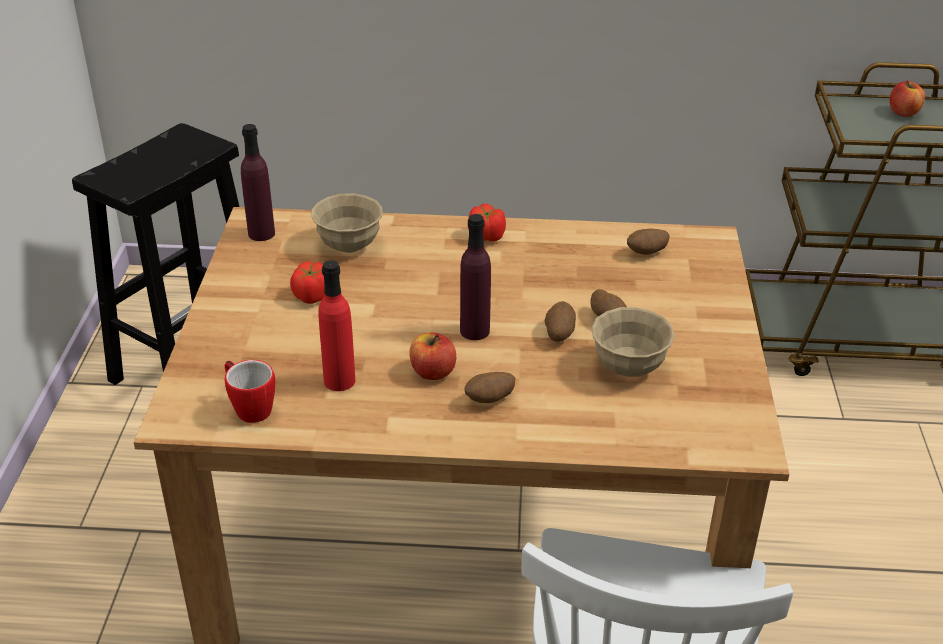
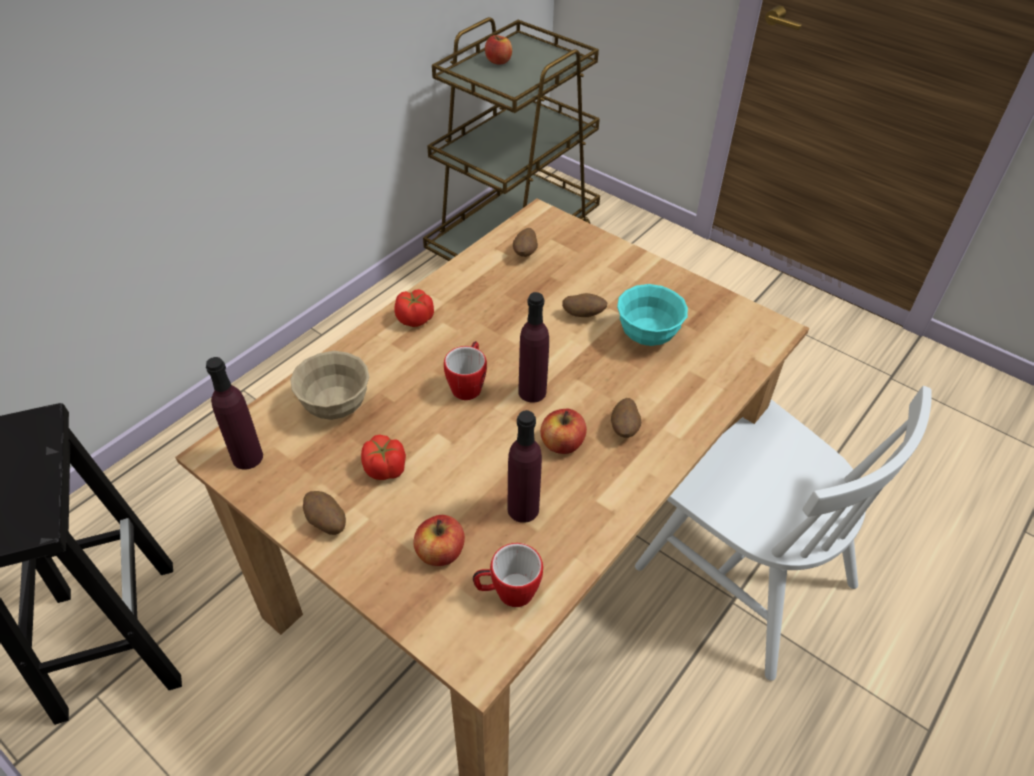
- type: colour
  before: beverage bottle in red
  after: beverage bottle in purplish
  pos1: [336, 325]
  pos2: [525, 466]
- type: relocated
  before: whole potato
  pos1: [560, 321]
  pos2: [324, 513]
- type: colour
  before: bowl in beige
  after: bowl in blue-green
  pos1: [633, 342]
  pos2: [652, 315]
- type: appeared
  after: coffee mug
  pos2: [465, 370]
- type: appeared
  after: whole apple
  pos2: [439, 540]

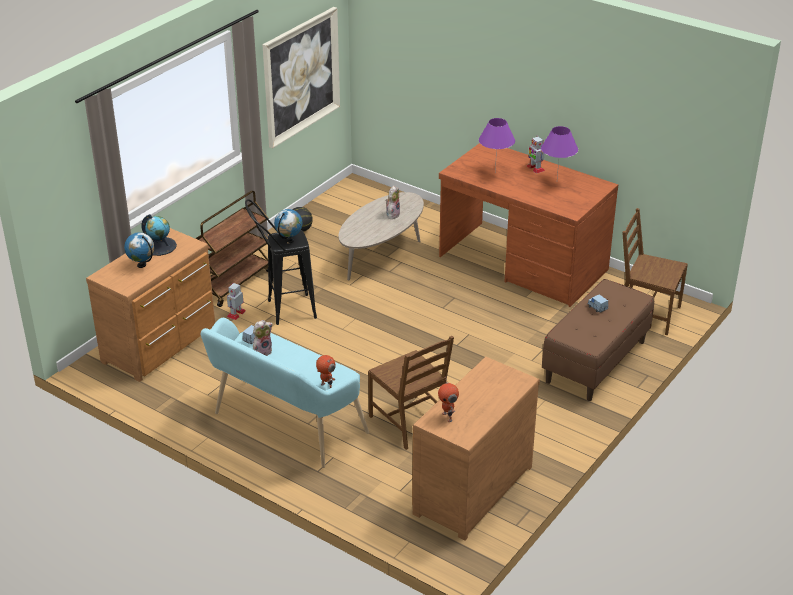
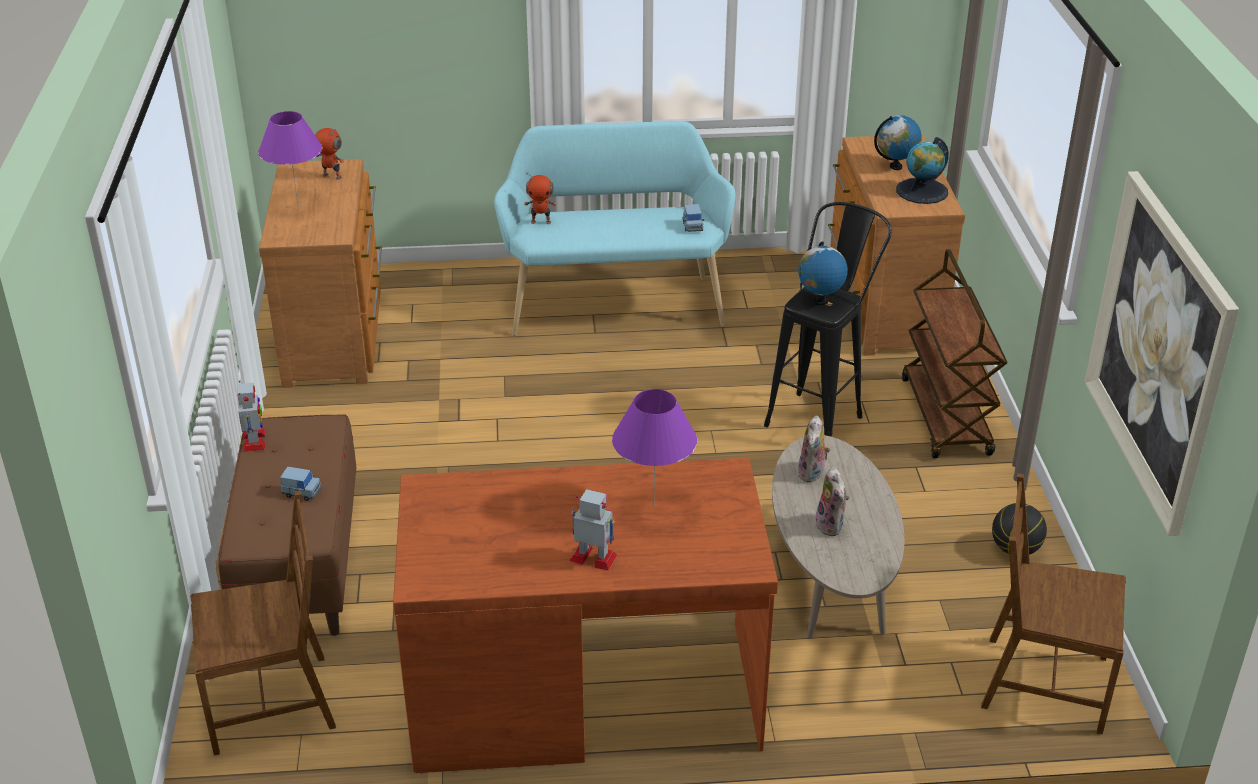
- type: relocated
  before: lamp for a table in purplish
  pos1: [559, 152]
  pos2: [290, 159]
- type: relocated
  before: toy robot
  pos1: [236, 301]
  pos2: [251, 416]
- type: relocated
  before: plush toy
  pos1: [263, 338]
  pos2: [814, 449]
- type: relocated
  before: chair in brown-coloured
  pos1: [411, 393]
  pos2: [1053, 604]

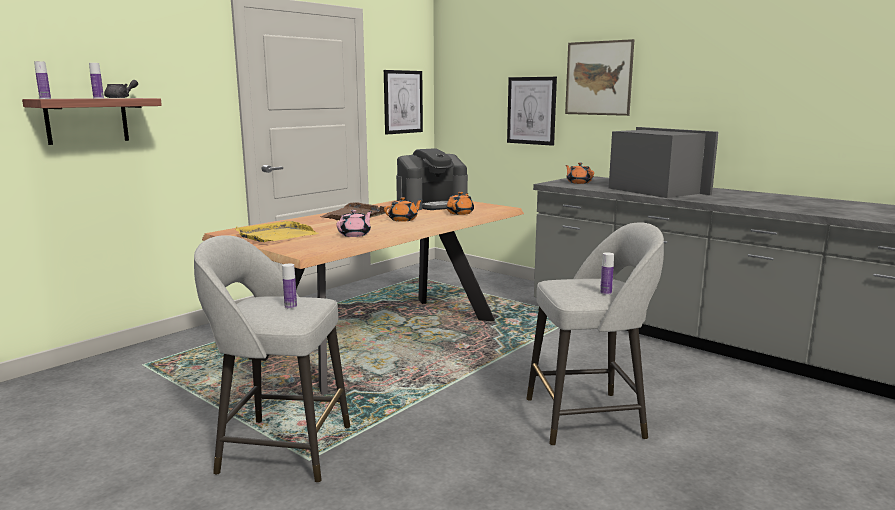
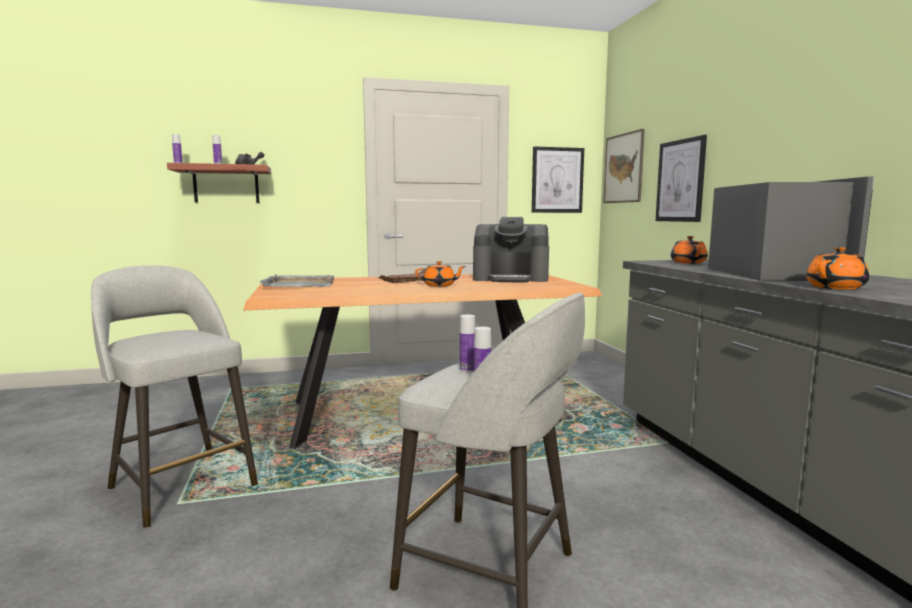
- type: relocated
  before: picture
  pos1: [599, 77]
  pos2: [624, 166]
- type: relocated
  before: pot for tea in orangey
  pos1: [460, 203]
  pos2: [837, 268]
- type: missing
  before: pot for tea in pink
  pos1: [354, 223]
- type: colour
  before: tray in yellowish
  after: tray in greyish
  pos1: [276, 231]
  pos2: [296, 280]
- type: relocated
  before: beverage bottle
  pos1: [289, 286]
  pos2: [467, 343]

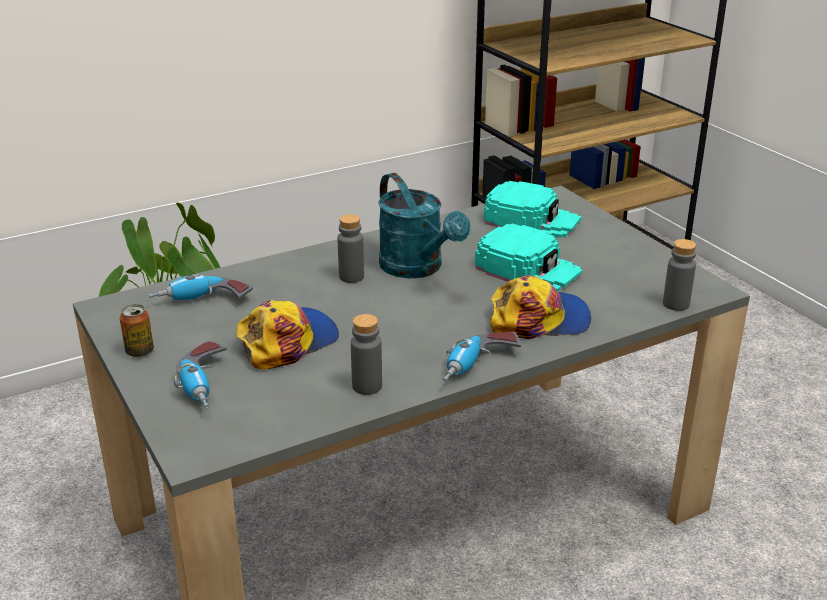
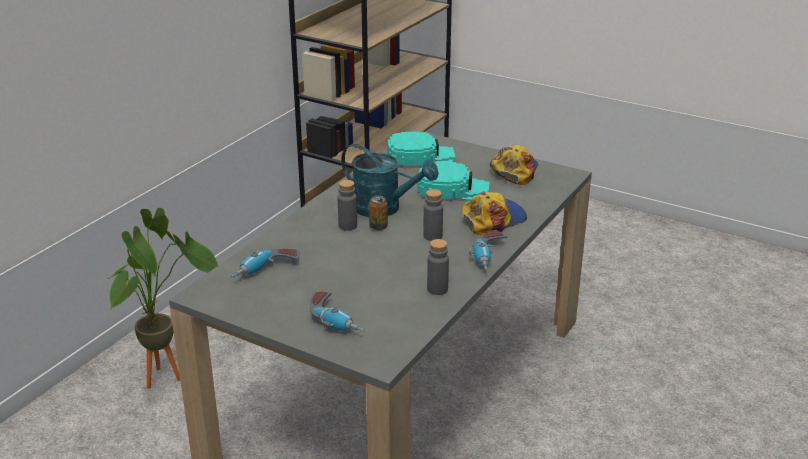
- type: relocated
  before: beverage bottle in greyish
  pos1: [679, 275]
  pos2: [433, 215]
- type: relocated
  before: cap
  pos1: [287, 335]
  pos2: [514, 165]
- type: relocated
  before: sealed can
  pos1: [137, 330]
  pos2: [378, 212]

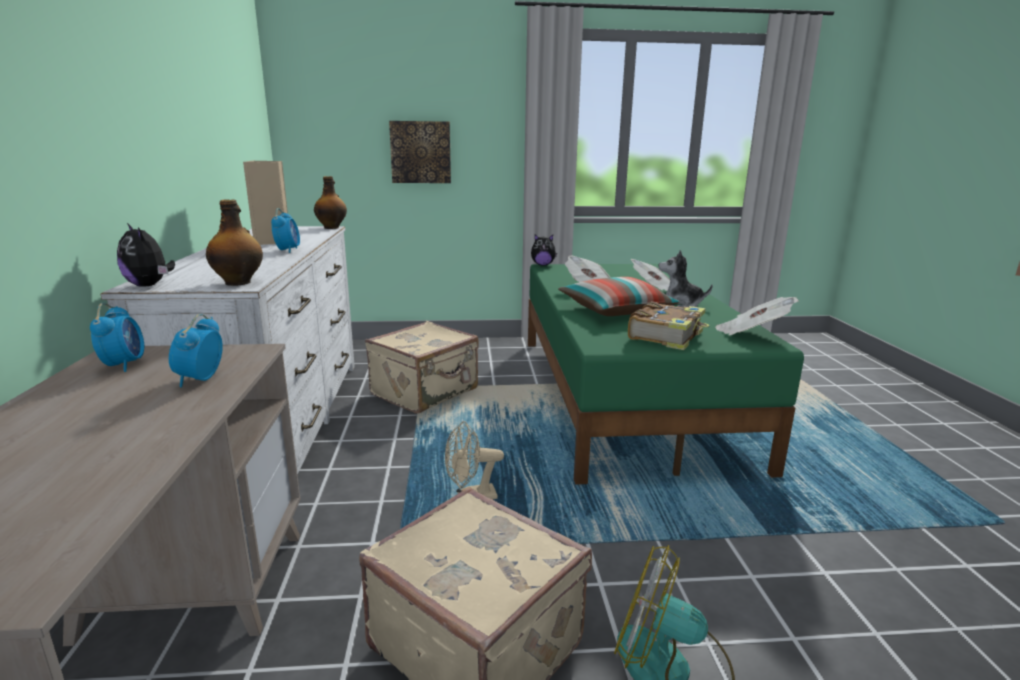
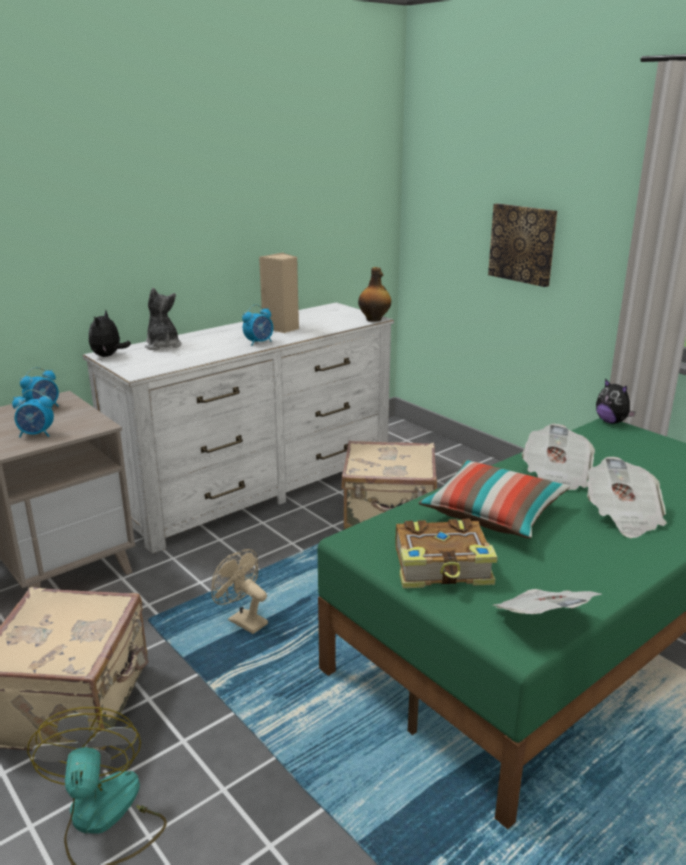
- type: missing
  before: beverage bottle
  pos1: [234, 242]
- type: relocated
  before: plush toy
  pos1: [686, 278]
  pos2: [163, 319]
- type: spun
  before: table clock
  pos1: [196, 350]
  pos2: [33, 413]
  turn: -150

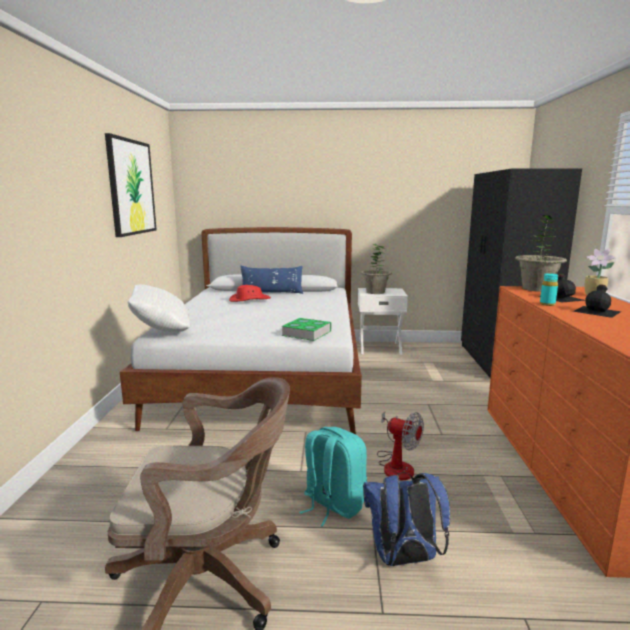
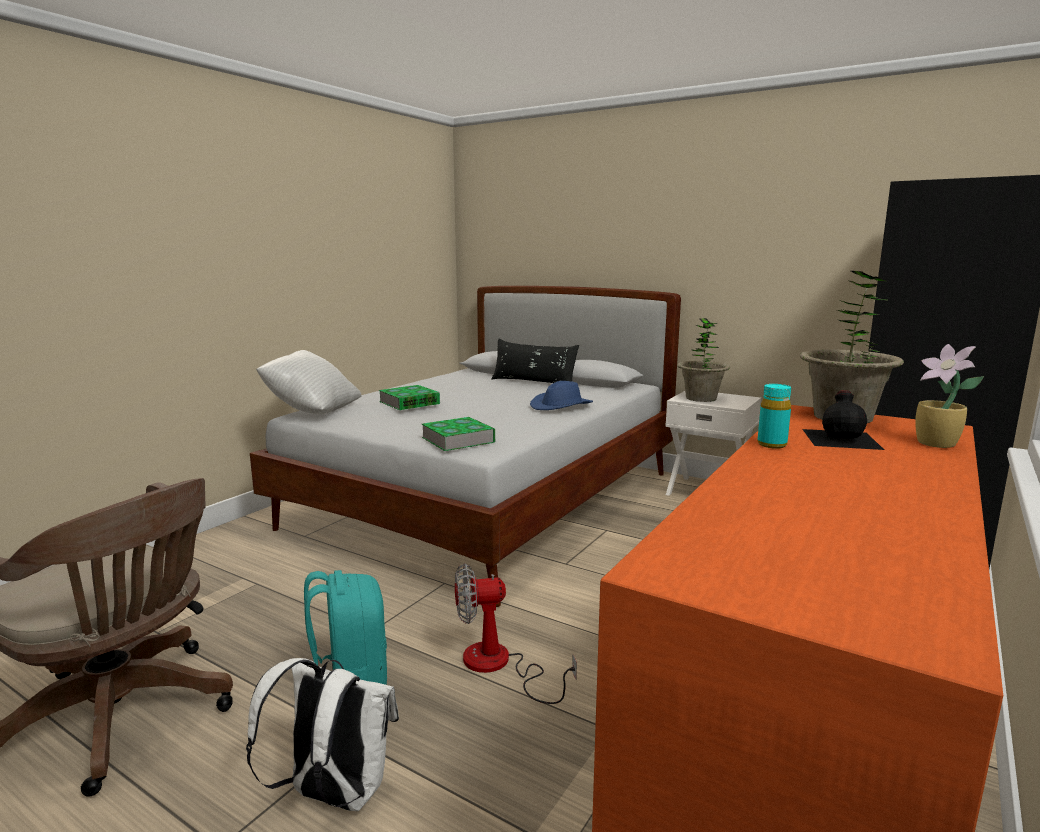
- type: missing
  before: picture
  pos1: [131, 185]
- type: colour
  before: pillow in blue
  after: pillow in black
  pos1: [272, 280]
  pos2: [535, 360]
- type: missing
  before: beverage bottle in black
  pos1: [596, 301]
- type: missing
  before: hat in red
  pos1: [250, 293]
- type: spun
  before: cooling fan
  pos1: [400, 446]
  pos2: [516, 633]
  turn: 105
- type: colour
  before: backpack in blue
  after: backpack in white
  pos1: [406, 519]
  pos2: [322, 734]
- type: appeared
  after: hat in blue
  pos2: [561, 395]
- type: appeared
  after: book
  pos2: [409, 397]

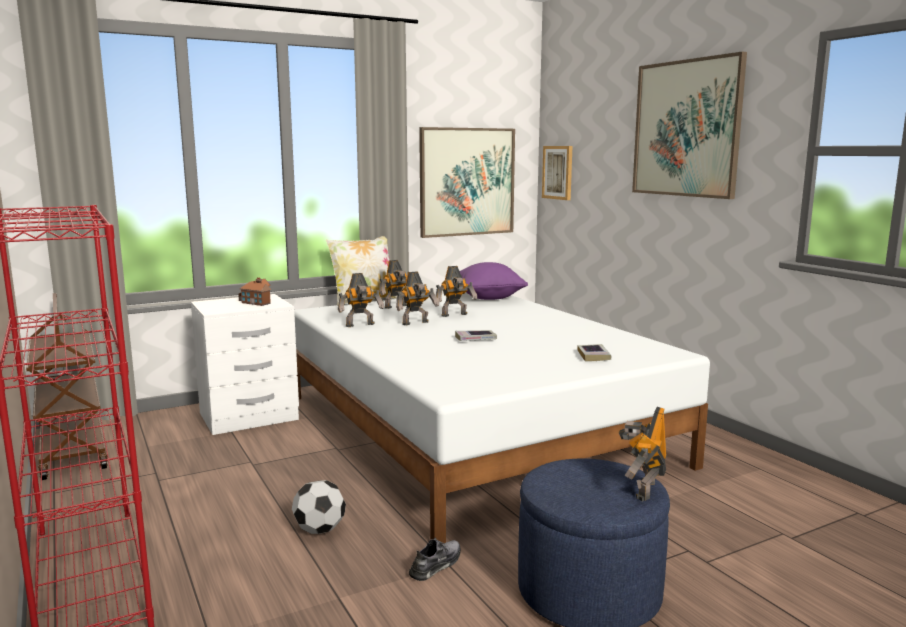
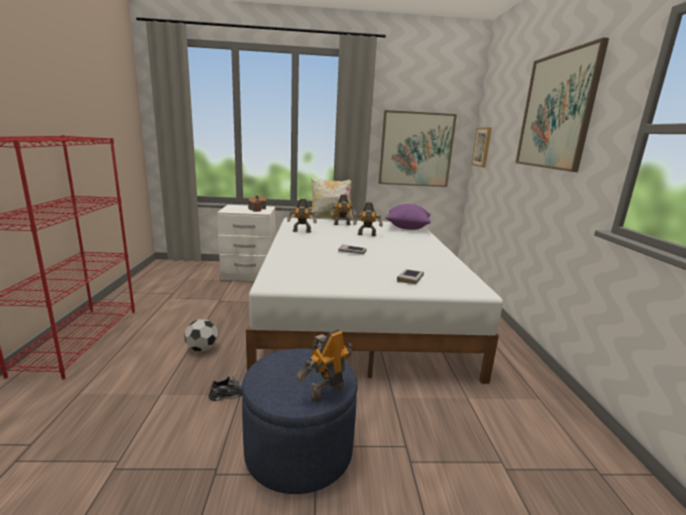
- type: missing
  before: toy robot
  pos1: [417, 298]
- type: missing
  before: trolley in brown-coloured
  pos1: [67, 386]

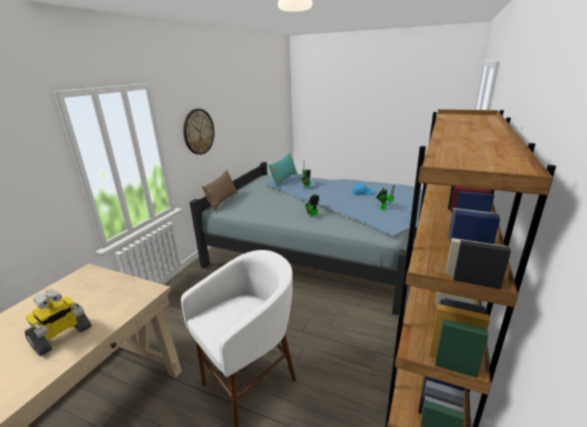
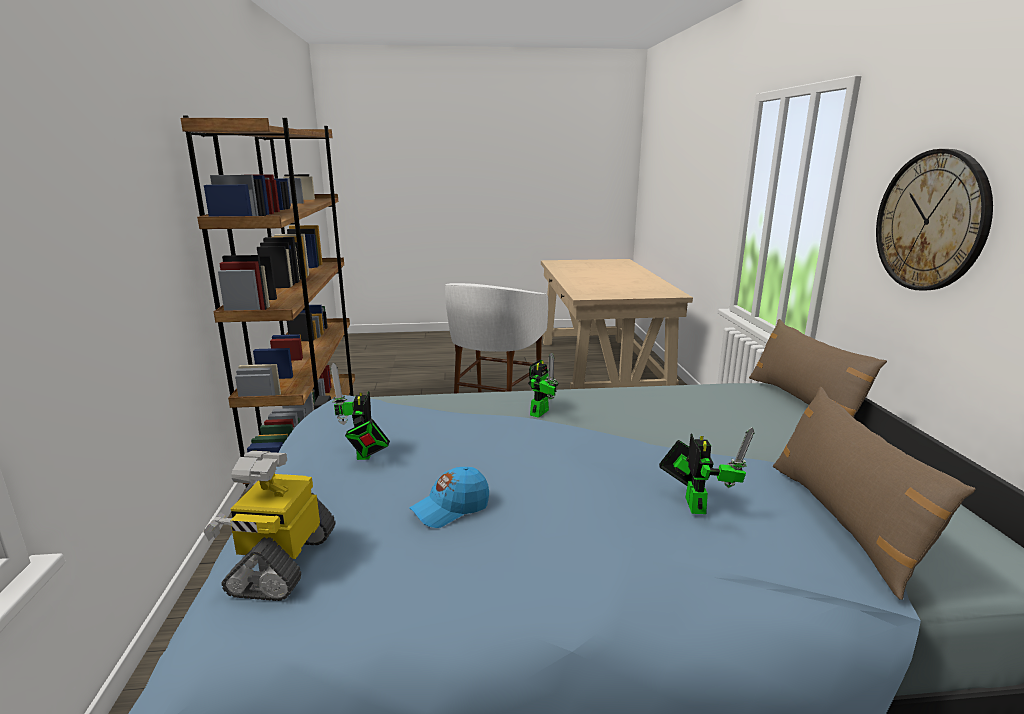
- type: colour
  before: pillow in blue-green
  after: pillow in brown-coloured
  pos1: [283, 170]
  pos2: [874, 493]
- type: relocated
  before: toy robot
  pos1: [58, 322]
  pos2: [270, 526]

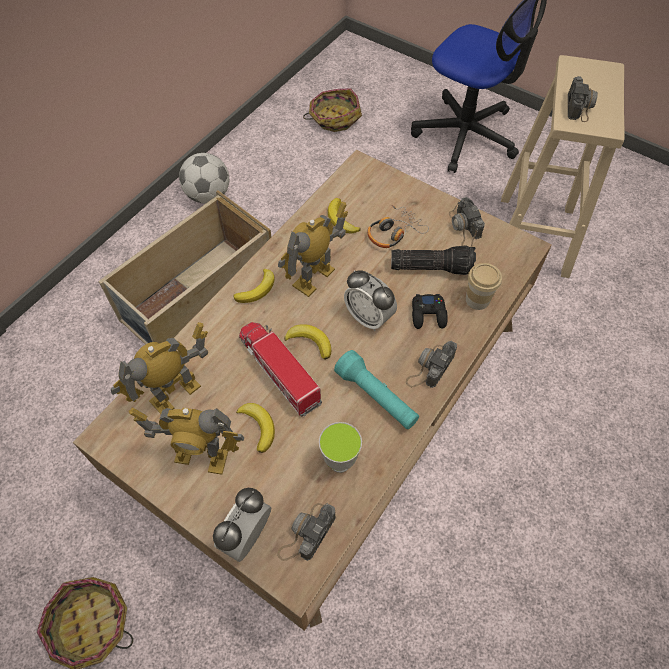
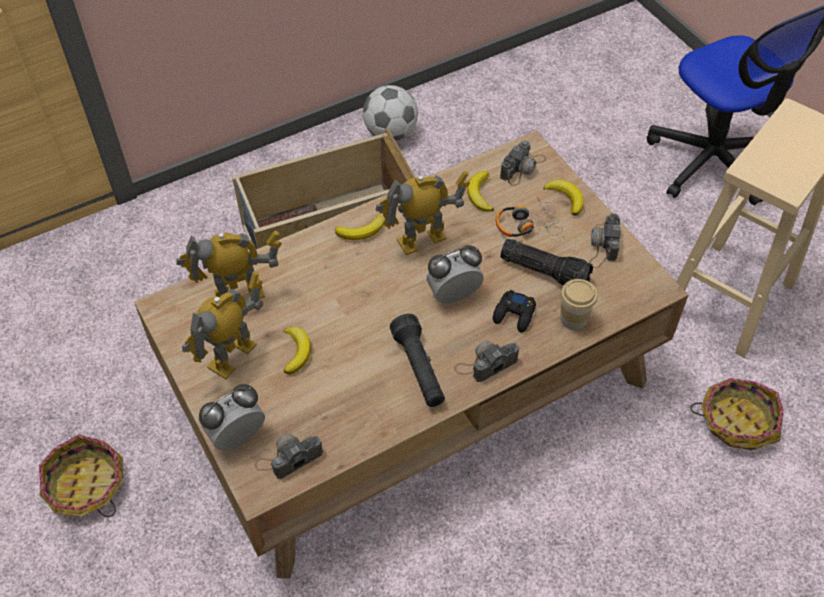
- type: relocated
  before: still camera
  pos1: [583, 99]
  pos2: [523, 163]
- type: relocated
  before: storage basket
  pos1: [332, 110]
  pos2: [737, 414]
- type: spun
  before: table clock
  pos1: [370, 300]
  pos2: [455, 274]
  turn: 90
- type: missing
  before: toy lorry
  pos1: [280, 369]
- type: relocated
  before: banana
  pos1: [307, 342]
  pos2: [563, 197]
- type: colour
  before: torch in blue-green
  after: torch in black
  pos1: [376, 389]
  pos2: [417, 360]
- type: spun
  before: toy robot
  pos1: [186, 440]
  pos2: [222, 325]
  turn: 90
- type: missing
  before: small cup
  pos1: [340, 447]

